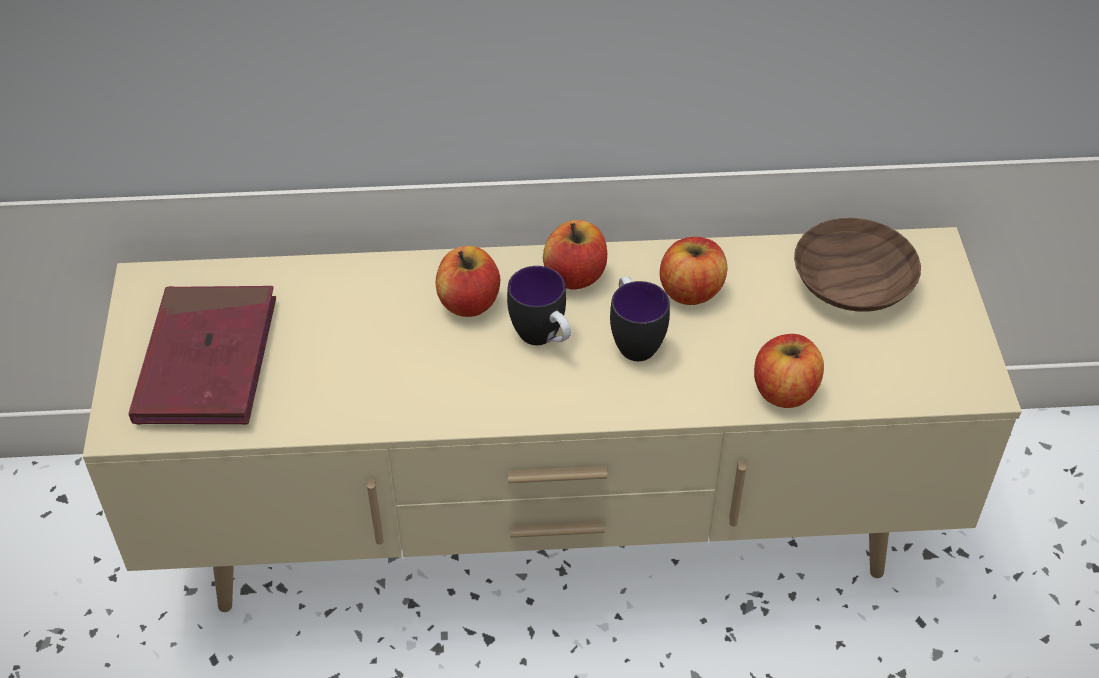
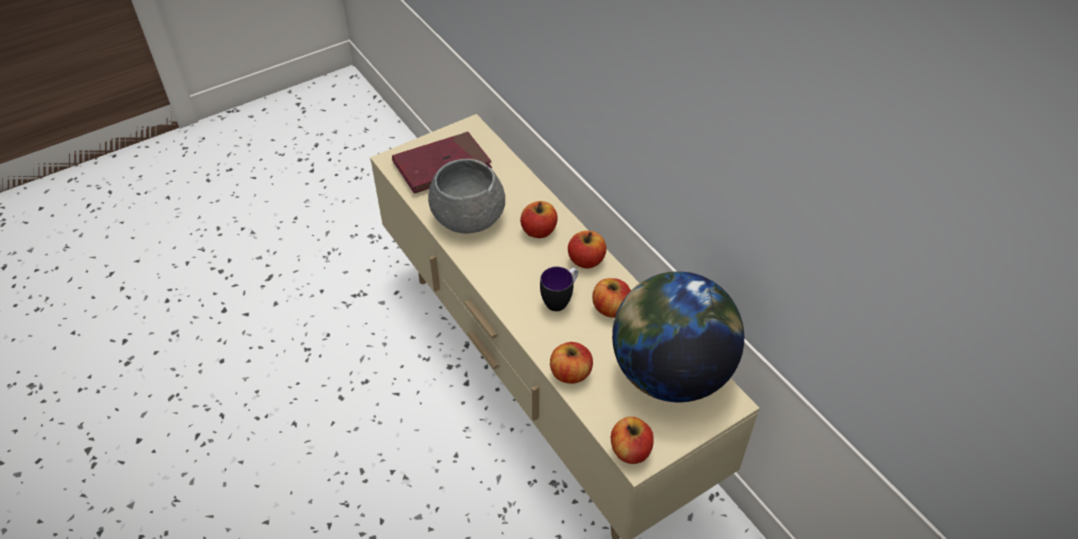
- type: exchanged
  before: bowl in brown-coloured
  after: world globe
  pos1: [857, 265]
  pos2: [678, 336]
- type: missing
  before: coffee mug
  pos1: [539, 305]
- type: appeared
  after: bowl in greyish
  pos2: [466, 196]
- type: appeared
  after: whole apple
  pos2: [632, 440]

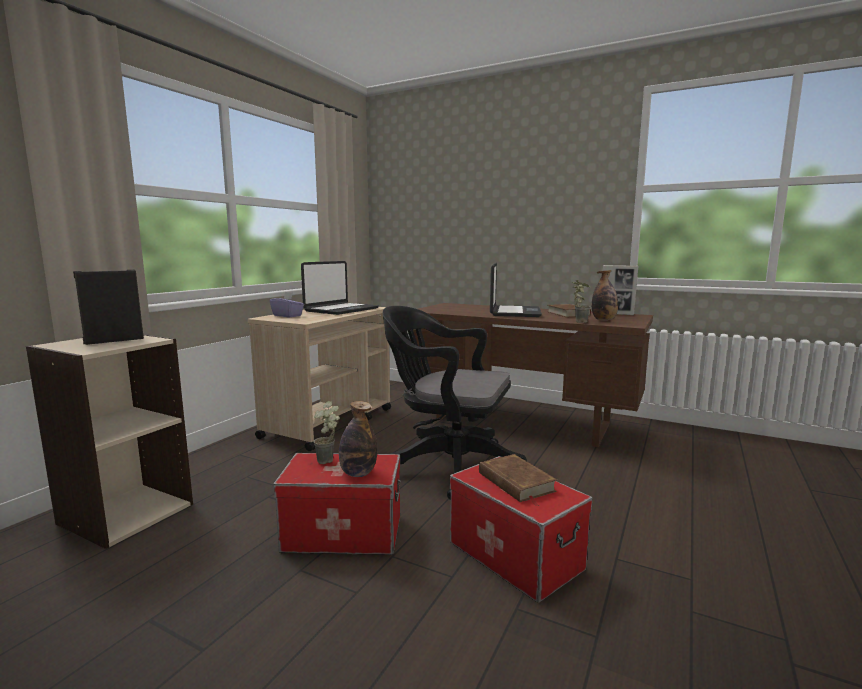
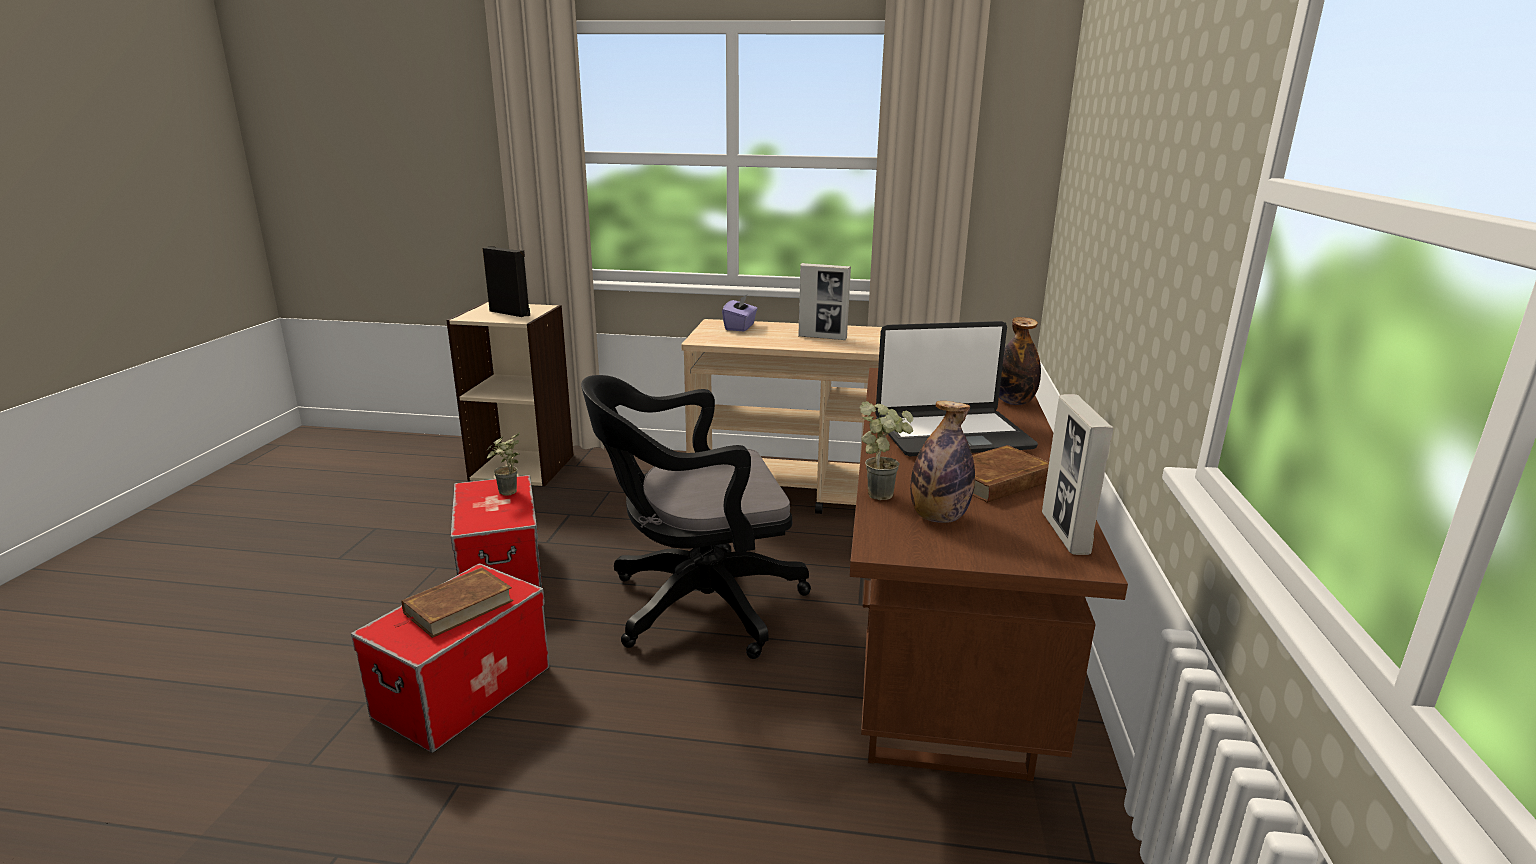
- type: exchanged
  before: portable computer
  after: photo frame
  pos1: [340, 288]
  pos2: [824, 301]
- type: spun
  before: office chair in black
  pos1: [455, 403]
  pos2: [696, 517]
  turn: -105
- type: relocated
  before: beverage bottle
  pos1: [358, 439]
  pos2: [1020, 361]

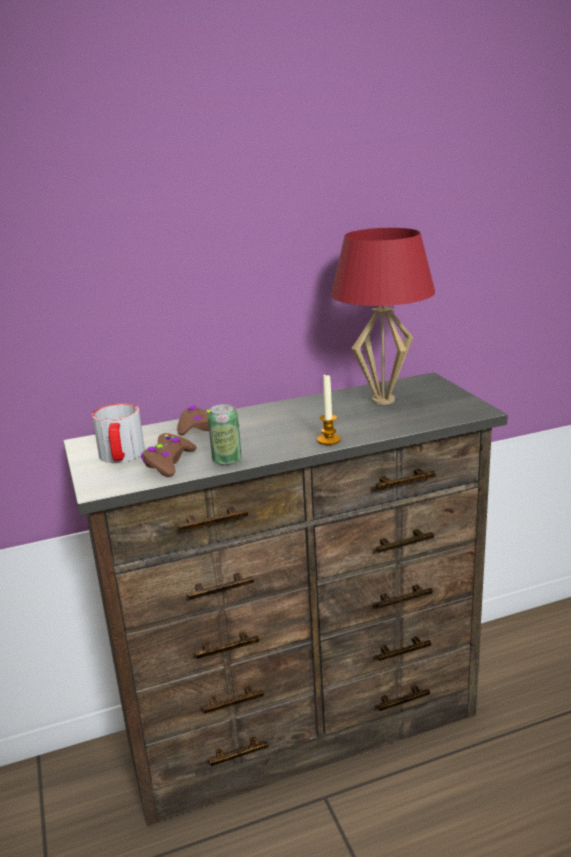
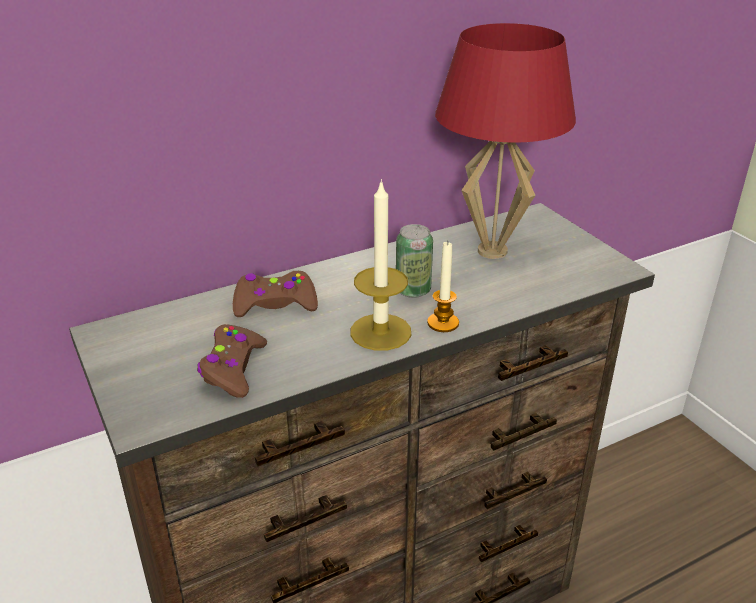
- type: missing
  before: coffee mug
  pos1: [118, 433]
- type: relocated
  before: sealed can
  pos1: [225, 435]
  pos2: [414, 261]
- type: appeared
  after: wax light
  pos2: [380, 265]

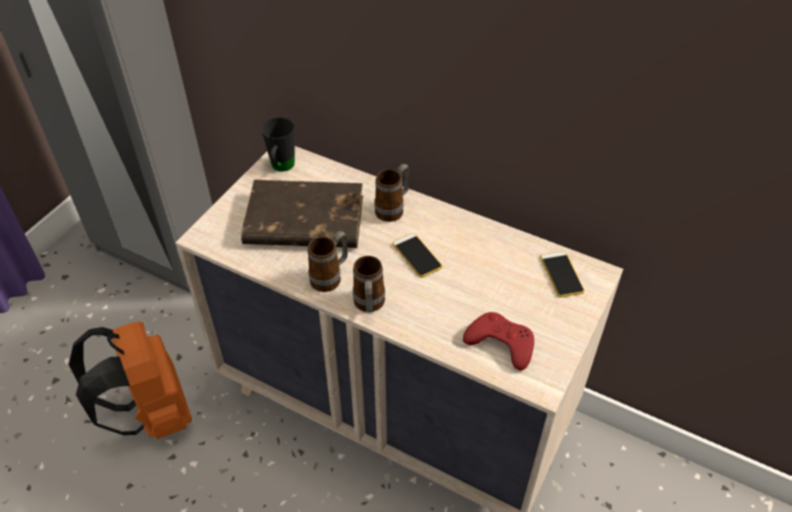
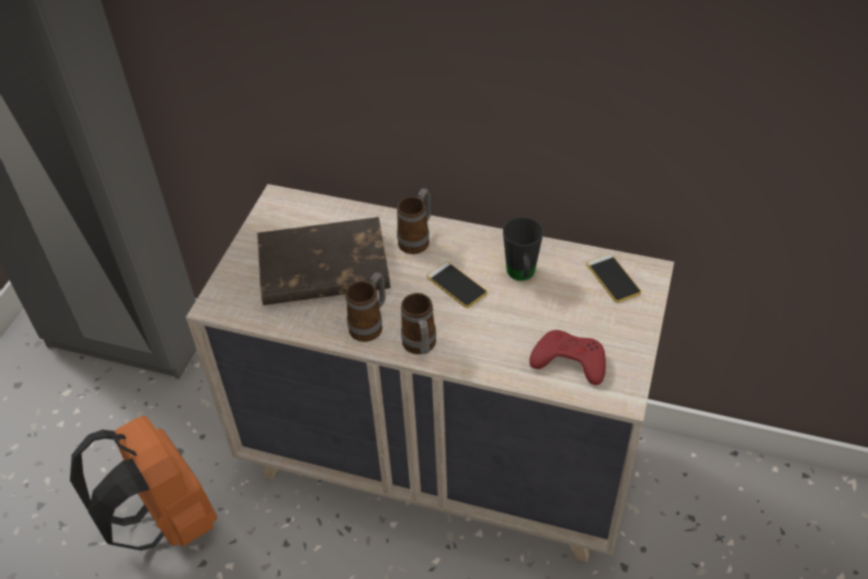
- type: relocated
  before: coffee mug in black
  pos1: [278, 144]
  pos2: [523, 249]

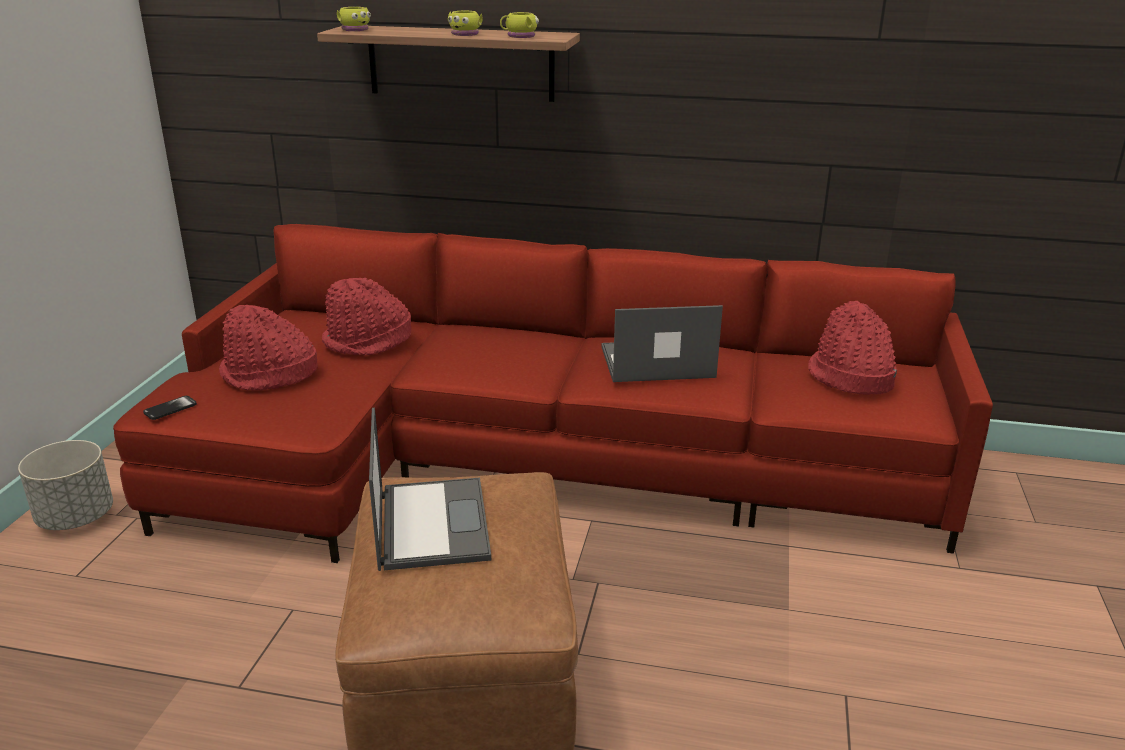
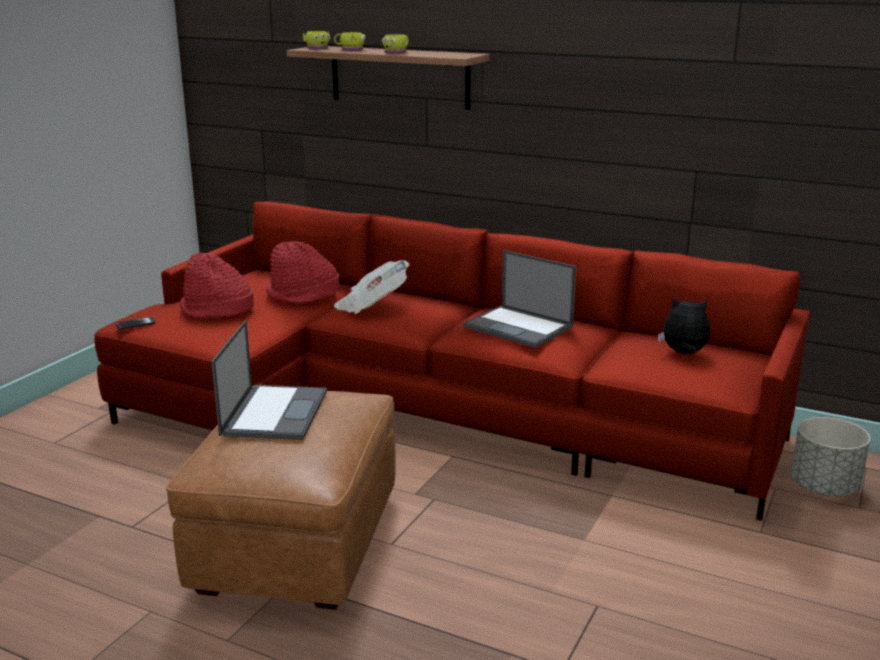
- type: relocated
  before: coffee mug in yellowish
  pos1: [519, 25]
  pos2: [350, 41]
- type: exchanged
  before: hat in red
  after: plush toy
  pos1: [852, 348]
  pos2: [684, 325]
- type: spun
  before: portable computer
  pos1: [662, 343]
  pos2: [519, 299]
  turn: -150
- type: relocated
  before: flower pot in greyish
  pos1: [65, 485]
  pos2: [830, 456]
- type: appeared
  after: newspaper
  pos2: [372, 287]

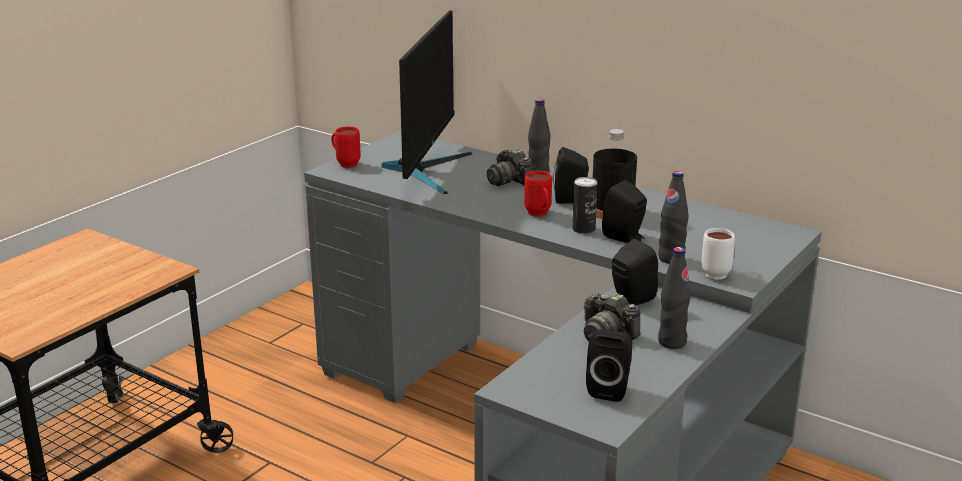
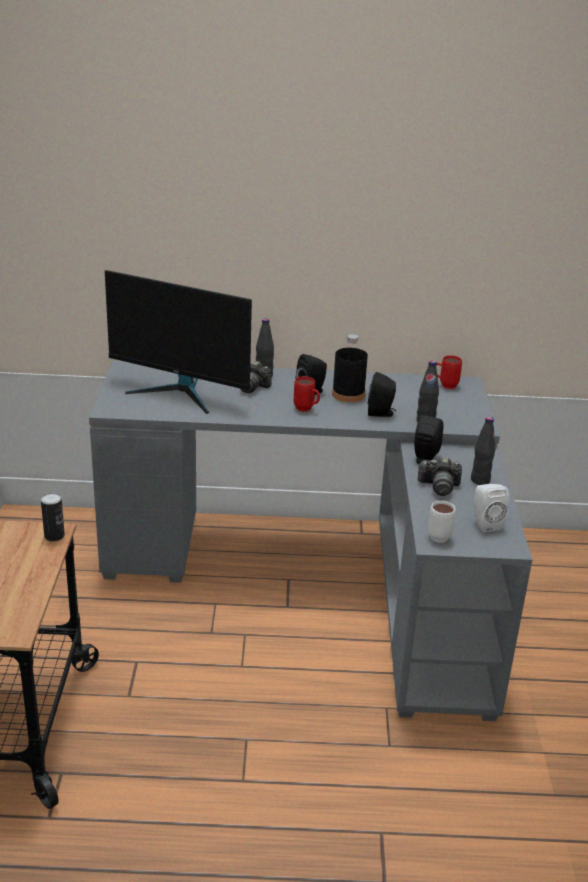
- type: spun
  before: computer screen
  pos1: [426, 102]
  pos2: [178, 342]
  turn: 135
- type: relocated
  before: coffee mug in red
  pos1: [346, 147]
  pos2: [449, 372]
- type: relocated
  before: sealed can
  pos1: [585, 205]
  pos2: [53, 517]
- type: relocated
  before: coffee mug in white
  pos1: [718, 254]
  pos2: [442, 522]
- type: colour
  before: loudspeaker in black
  after: loudspeaker in white
  pos1: [609, 365]
  pos2: [491, 508]

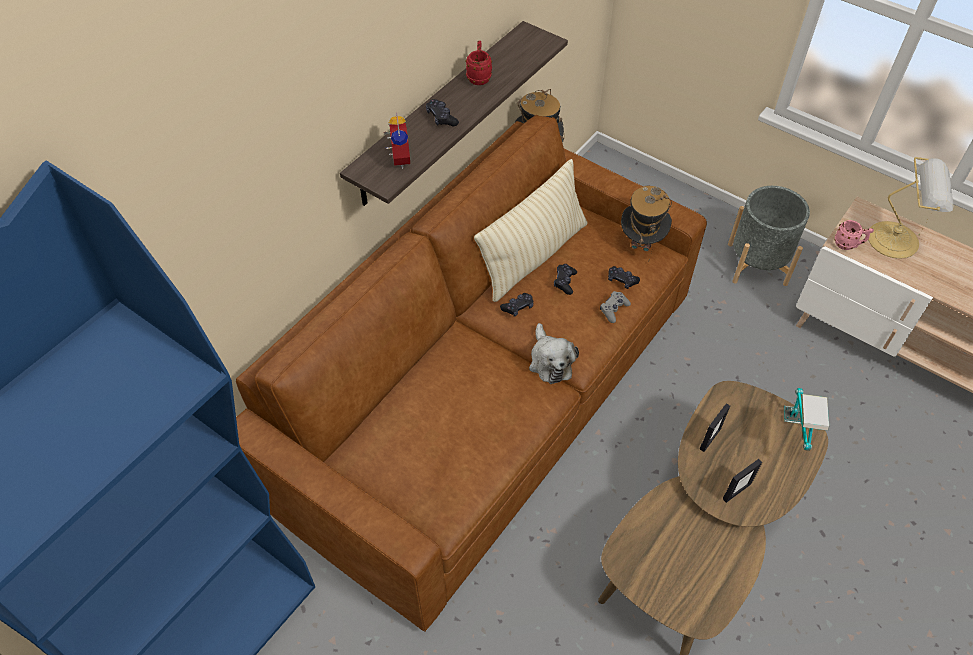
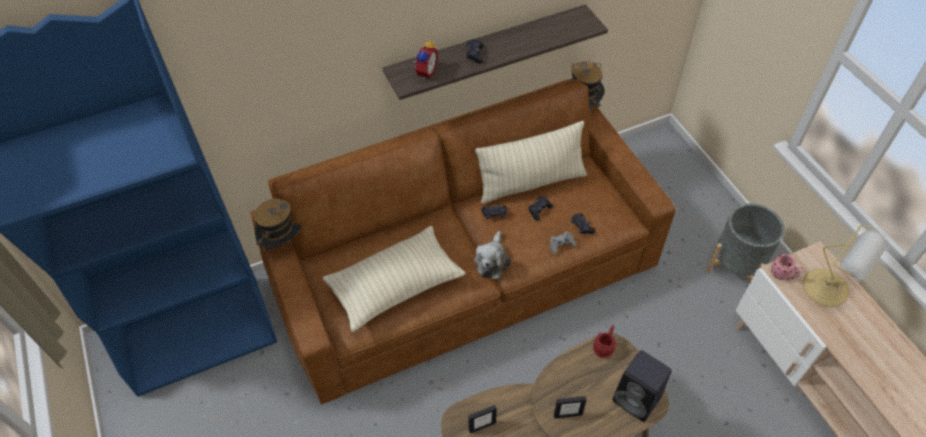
- type: relocated
  before: coffee mug in red
  pos1: [478, 63]
  pos2: [604, 341]
- type: relocated
  before: hat
  pos1: [646, 223]
  pos2: [277, 229]
- type: exchanged
  before: lamp for a table
  after: loudspeaker in black
  pos1: [806, 419]
  pos2: [642, 386]
- type: relocated
  before: photo frame
  pos1: [715, 427]
  pos2: [482, 419]
- type: appeared
  after: pillow in beige
  pos2: [394, 279]

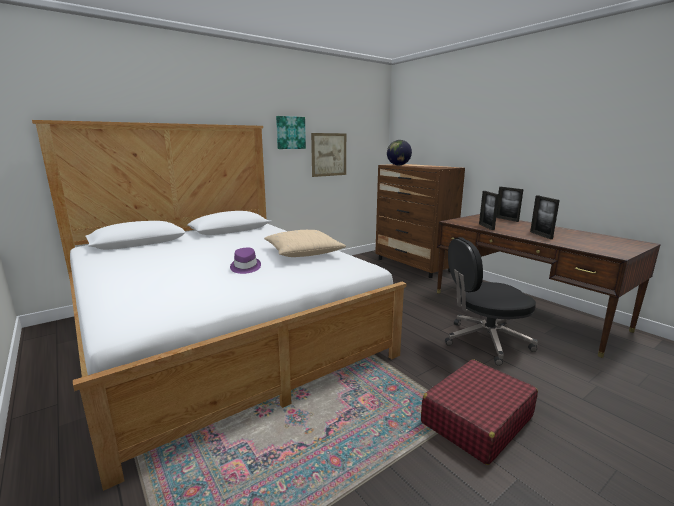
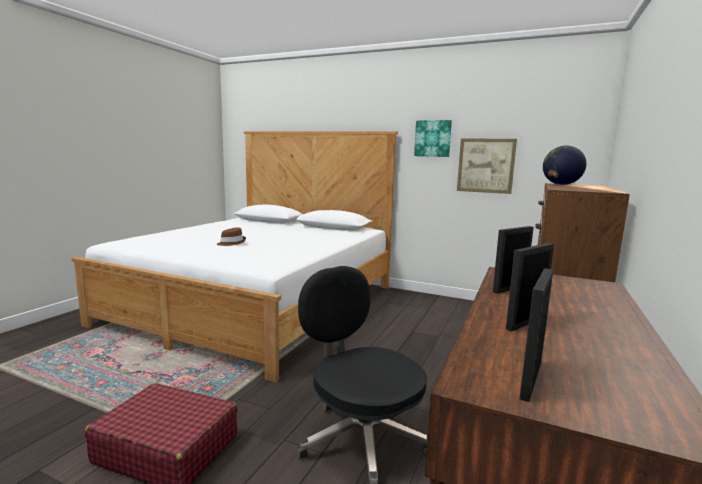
- type: relocated
  before: photo frame
  pos1: [510, 204]
  pos2: [536, 335]
- type: missing
  before: pillow in beige
  pos1: [305, 243]
- type: colour
  before: hat in purplish
  after: hat in brown-coloured
  pos1: [245, 261]
  pos2: [231, 237]

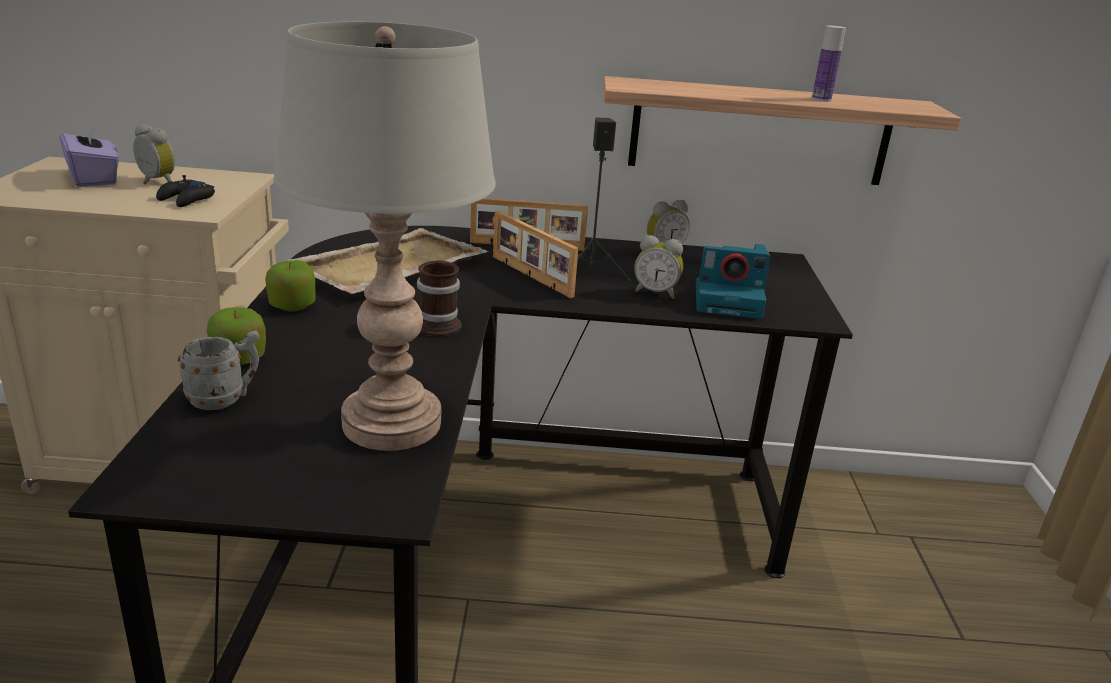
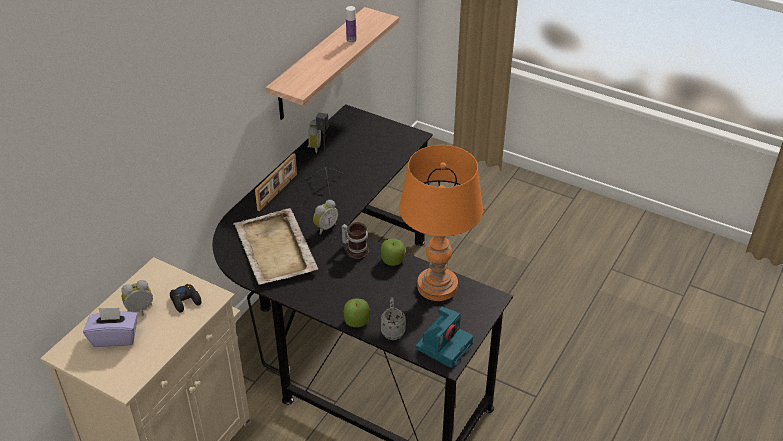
- type: colour
  before: lamp for a table in greyish
  after: lamp for a table in orangey
  pos1: [384, 236]
  pos2: [441, 223]
- type: missing
  before: photo frame
  pos1: [535, 254]
- type: relocated
  before: table clock
  pos1: [658, 267]
  pos2: [325, 217]
- type: relocated
  before: still camera
  pos1: [733, 281]
  pos2: [444, 337]
- type: relocated
  before: whole apple
  pos1: [290, 286]
  pos2: [393, 252]

